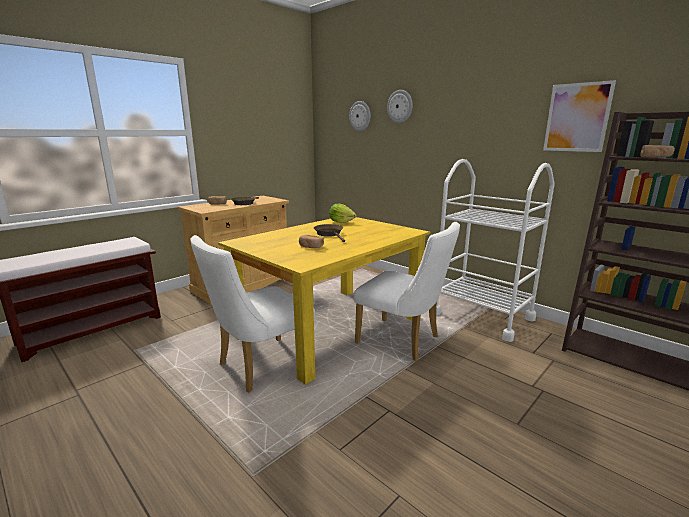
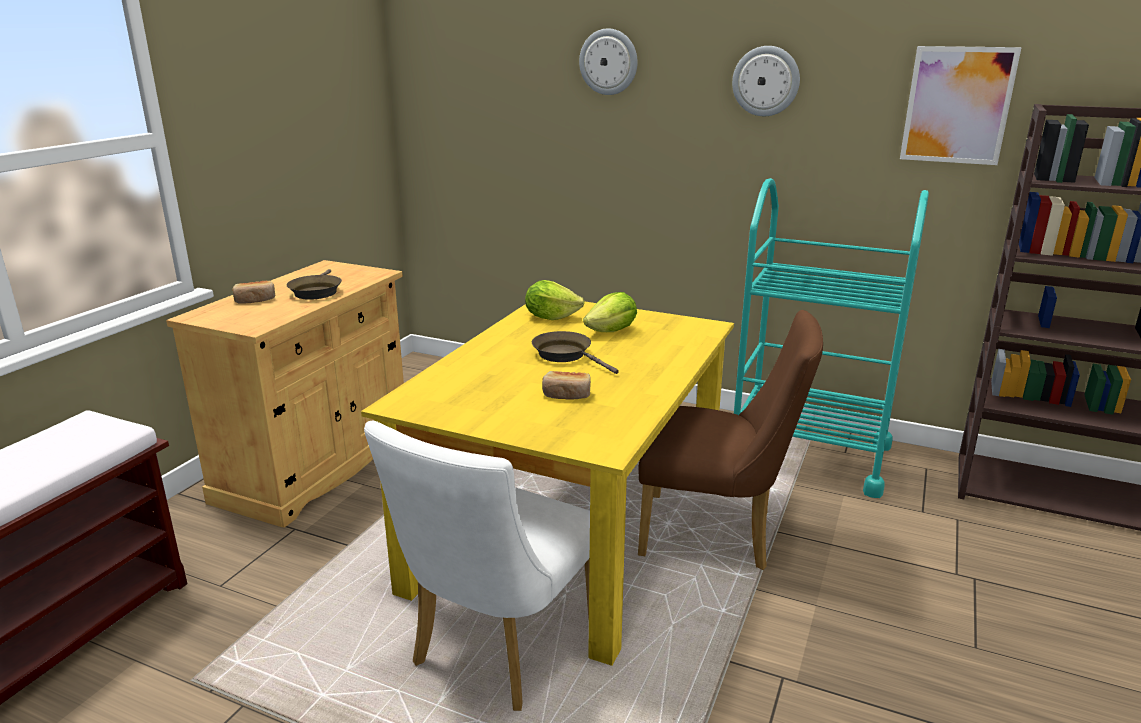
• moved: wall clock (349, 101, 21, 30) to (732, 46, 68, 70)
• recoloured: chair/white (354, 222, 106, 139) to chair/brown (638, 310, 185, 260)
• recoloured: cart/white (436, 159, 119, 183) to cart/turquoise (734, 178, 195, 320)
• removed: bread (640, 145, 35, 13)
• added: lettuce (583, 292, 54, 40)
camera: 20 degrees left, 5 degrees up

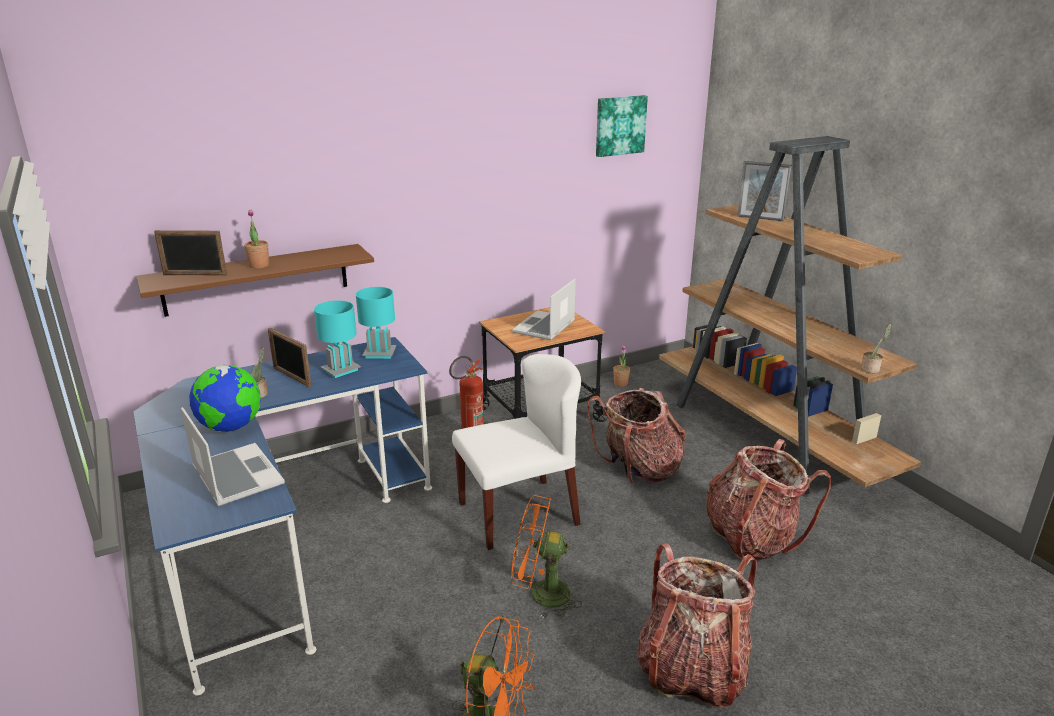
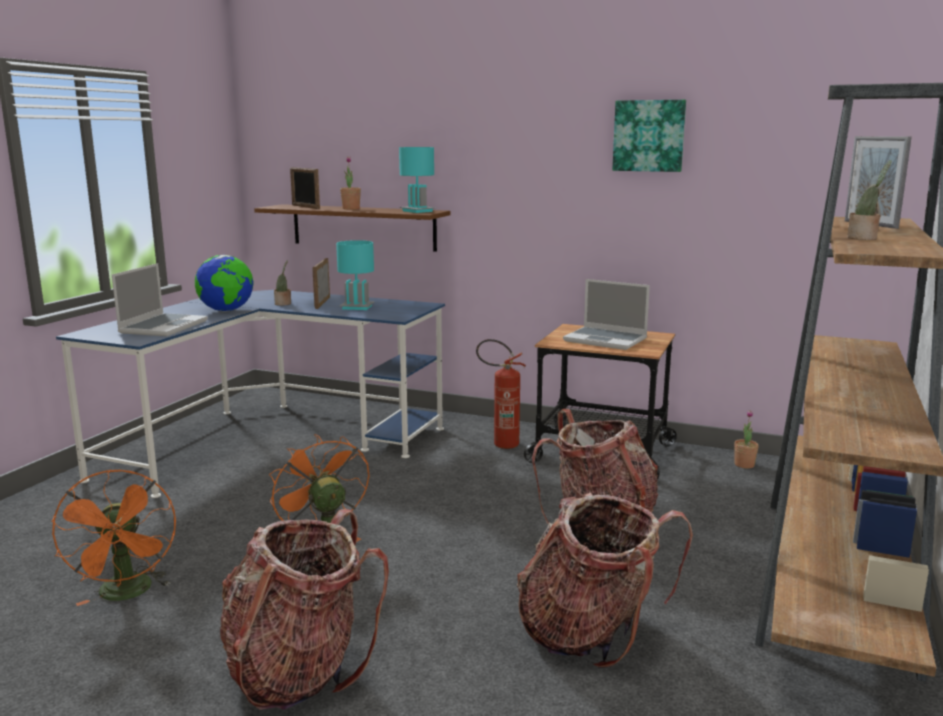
• moved: table lamp/turquoise (356, 287, 40, 72) to (399, 147, 36, 66)
• removed: chair/white (452, 354, 129, 196)
• turned: laptop (512, 279, 64, 61) = (563, 279, 87, 71) 135 degrees counterclockwise
• moved: picture (596, 95, 52, 62) to (612, 100, 74, 72)
• moved: potted plant (861, 323, 30, 50) to (847, 160, 45, 80)
camera: 50 degrees right, 10 degrees down

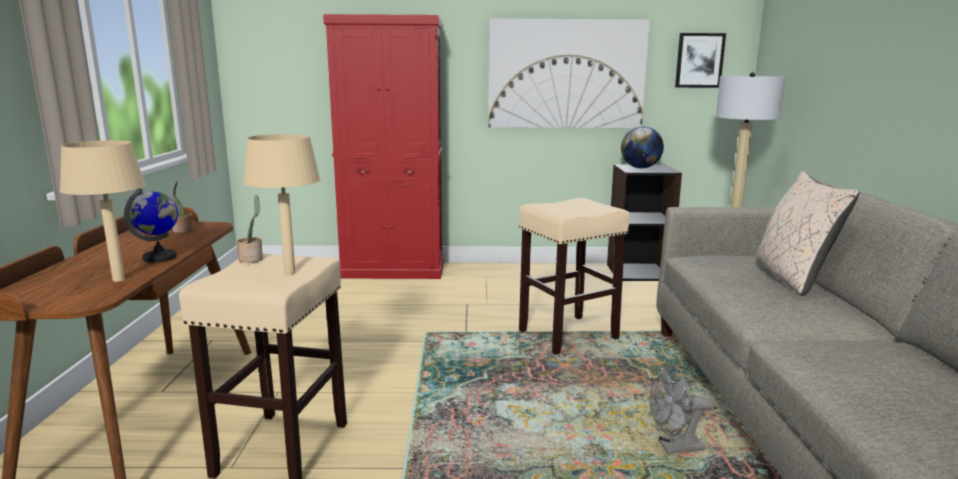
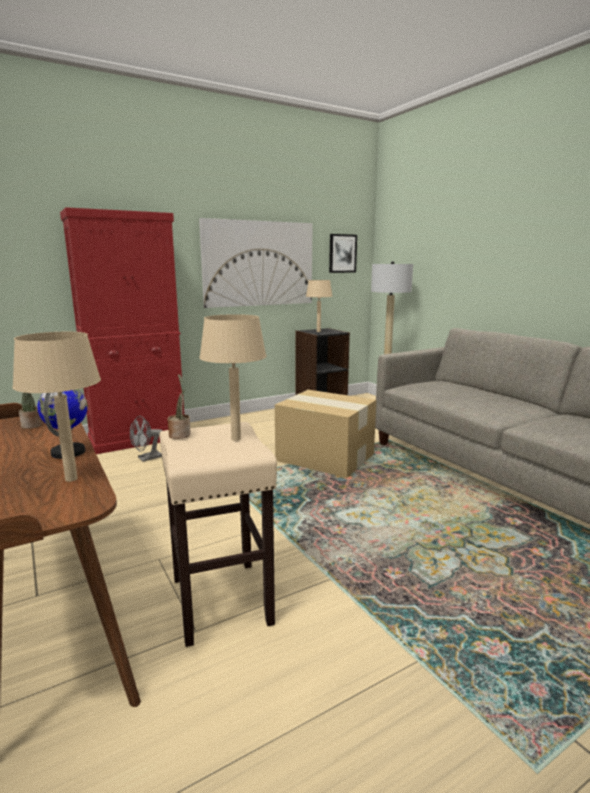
• replaced: stool/beige (519, 198, 111, 157) to cardboard box (275, 390, 101, 88)
• replaced: globe (621, 126, 43, 42) to table lamp/beige (306, 280, 27, 52)
• moved: fan/grey (650, 366, 63, 88) to (130, 416, 33, 46)
• removed: pillow/beige (756, 171, 104, 125)
camera: 30 degrees left, 0 degrees up

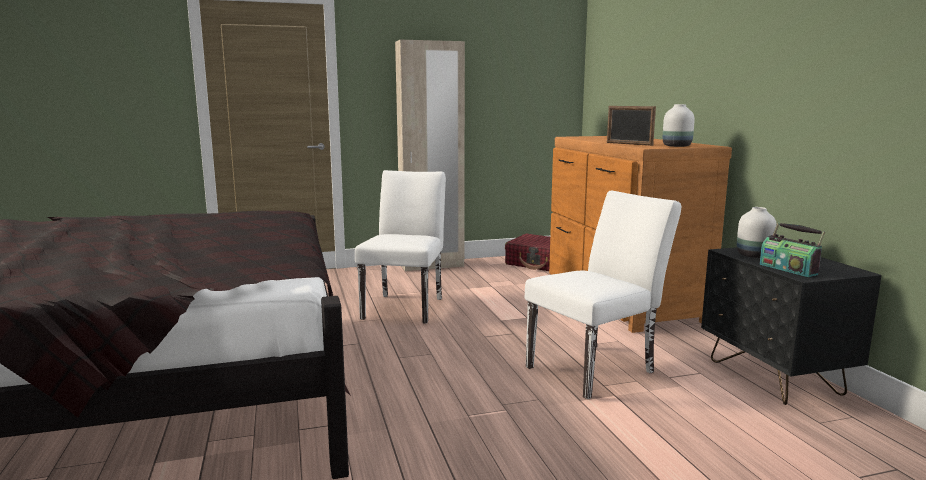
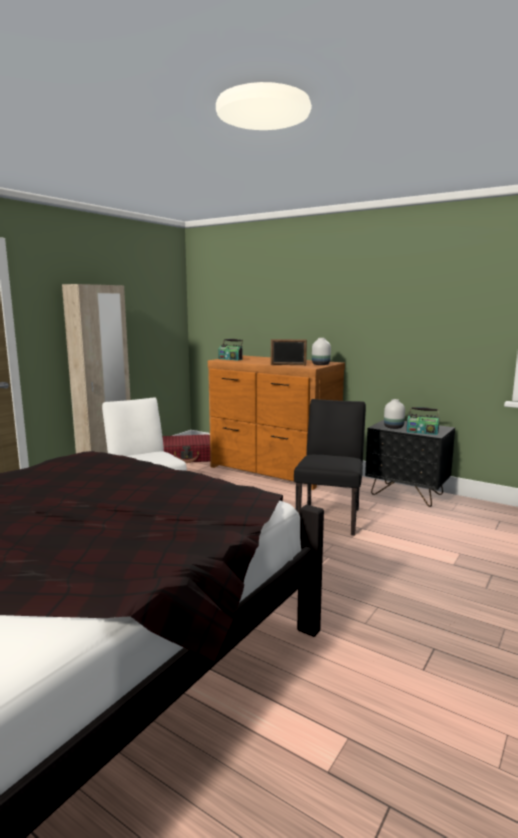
• recoloured: chair/white (525, 191, 156, 208) to chair/black (294, 399, 72, 137)
• added: radio (218, 339, 25, 22)
camera: 40 degrees left, 0 degrees up

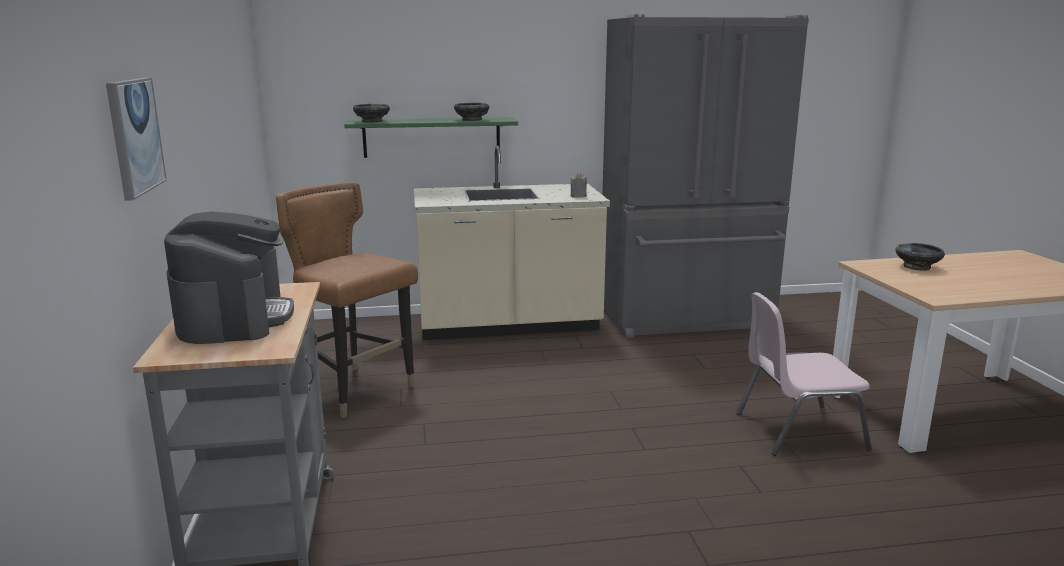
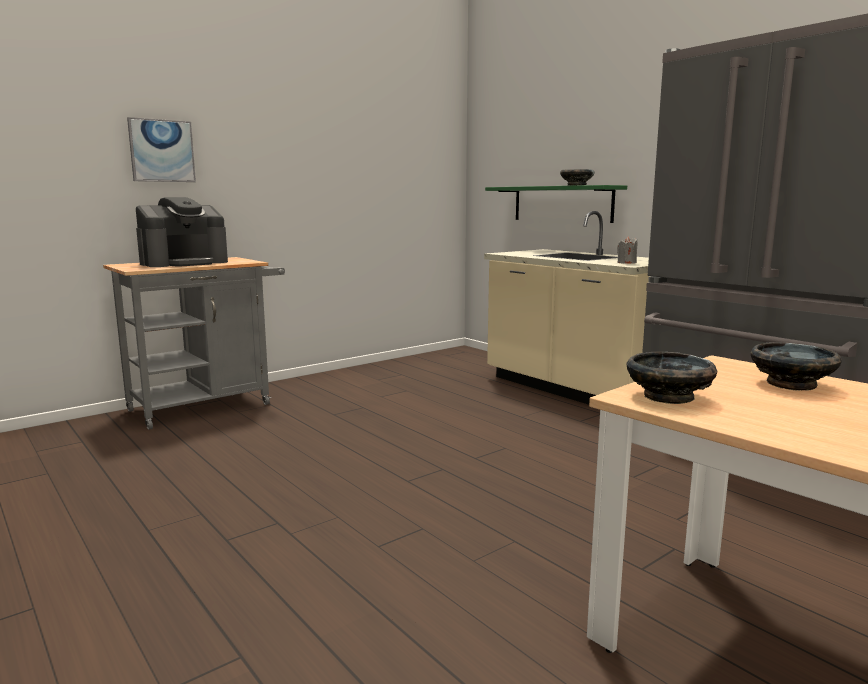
• removed: chair/brown (276, 182, 142, 236)
• moved: bowl/black (353, 104, 37, 19) to (627, 352, 90, 52)
• removed: chair/pink (737, 292, 135, 164)
camera: 60 degrees right, 5 degrees down

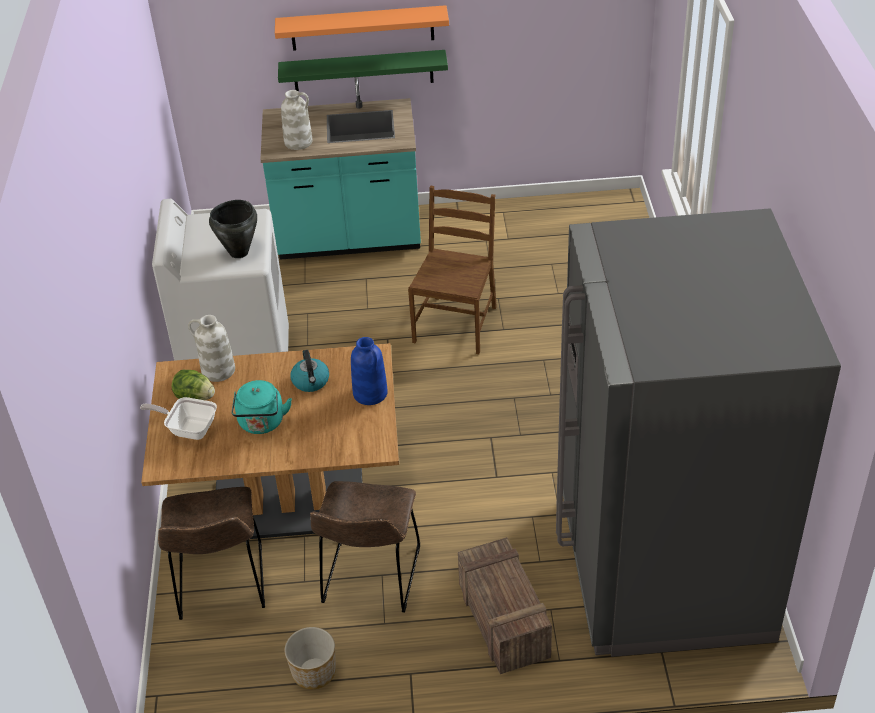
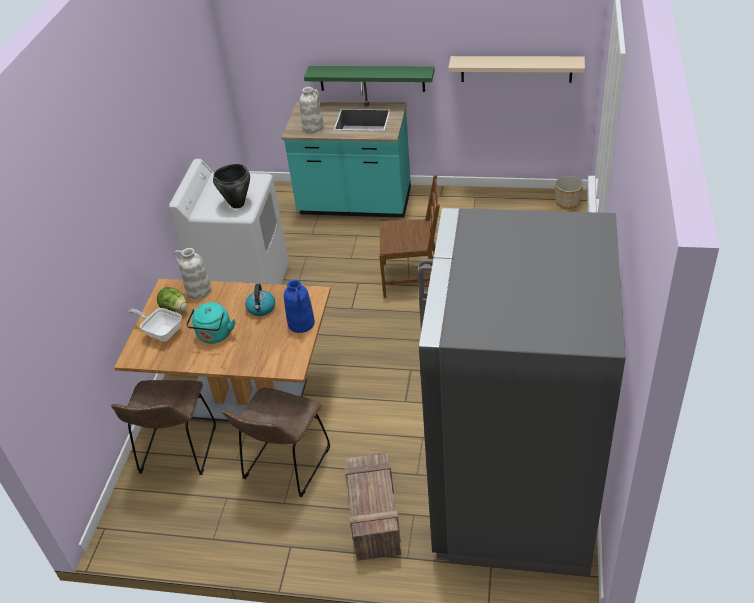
• removed: shelf/orange (275, 5, 174, 46)
• moved: planter (285, 627, 51, 62) to (555, 176, 29, 33)
• turned: chair/brown (408, 186, 89, 168) = (379, 175, 61, 123) 60 degrees clockwise
• added: shelf/beige (448, 56, 137, 27)
camera: 15 degrees right, 0 degrees up

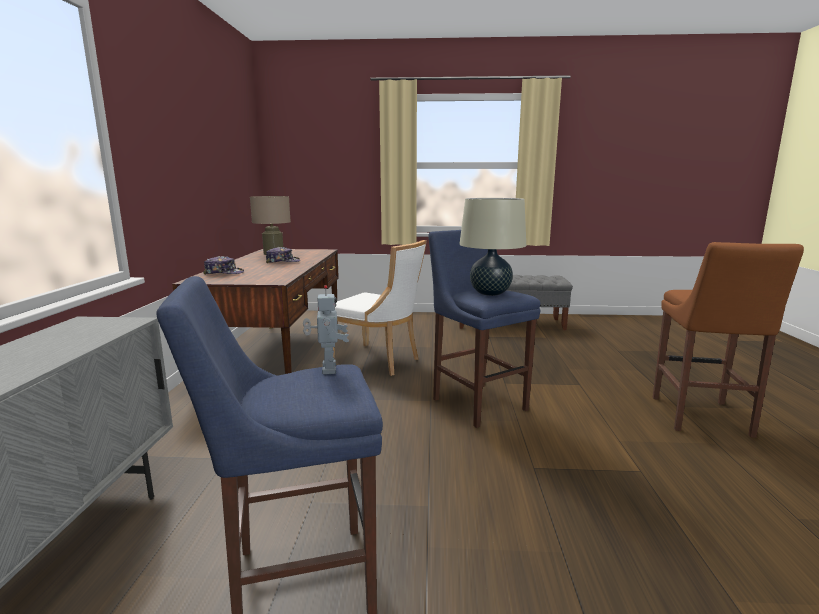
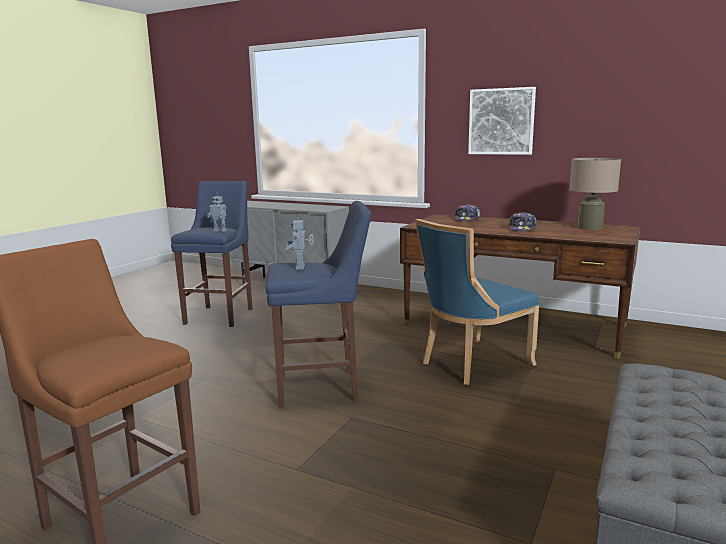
• recoloured: chair/white (333, 240, 94, 136) to chair/blue (415, 219, 124, 166)
• replaced: table lamp/beige (459, 198, 67, 98) to toy robot (285, 214, 29, 56)
• added: picture (468, 87, 68, 68)
camera: 115 degrees right, 0 degrees up

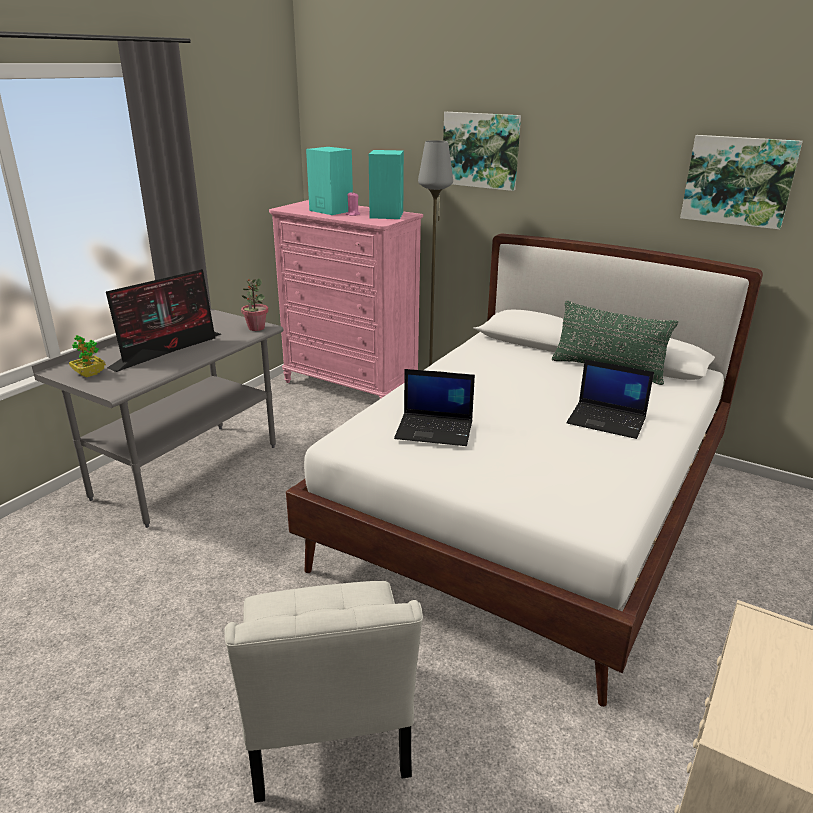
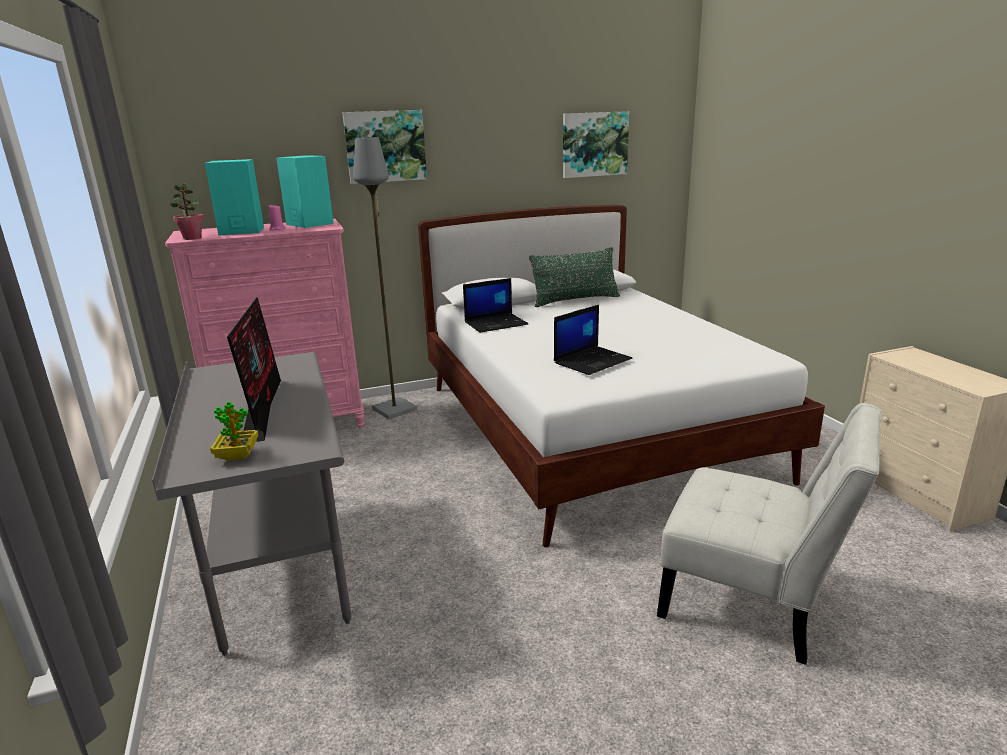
• moved: potted plant (241, 278, 28, 53) to (170, 183, 34, 57)
• moved: laptop (566, 359, 88, 80) to (463, 278, 65, 55)
camera: 50 degrees left, 5 degrees down

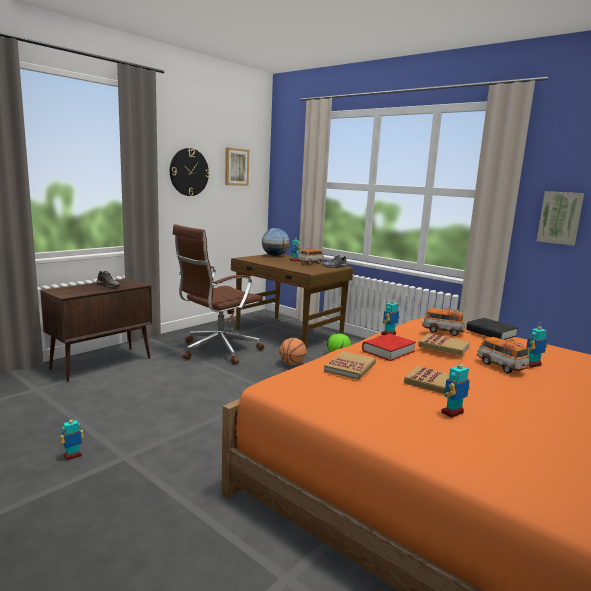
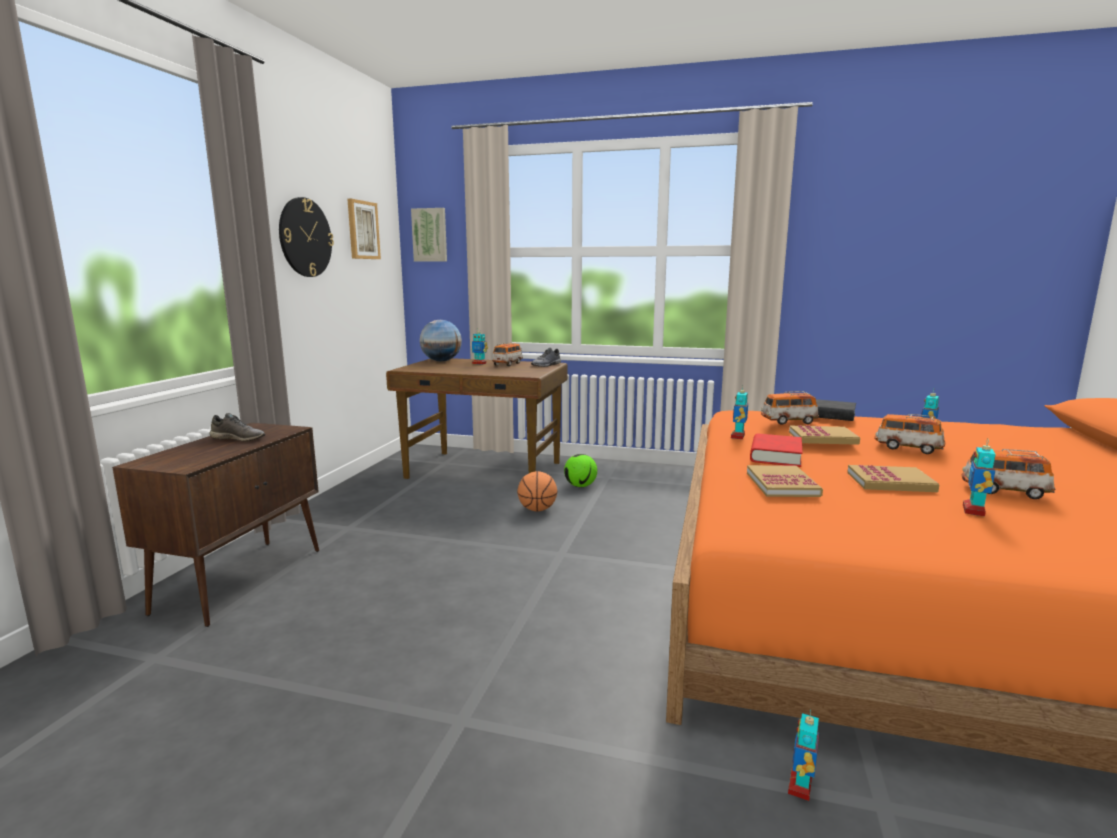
• moved: toy robot (60, 417, 24, 44) to (788, 711, 31, 90)
• removed: office chair/brown (173, 224, 91, 141)
• moved: picture (537, 191, 47, 55) to (411, 208, 36, 54)
• added: toy car (961, 449, 94, 50)
camera: 25 degrees left, 0 degrees up

